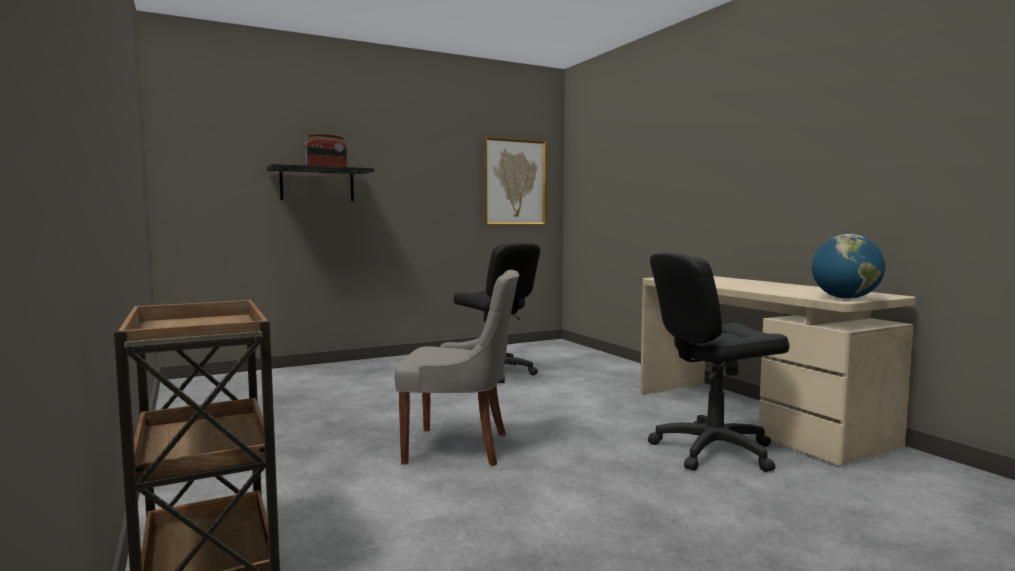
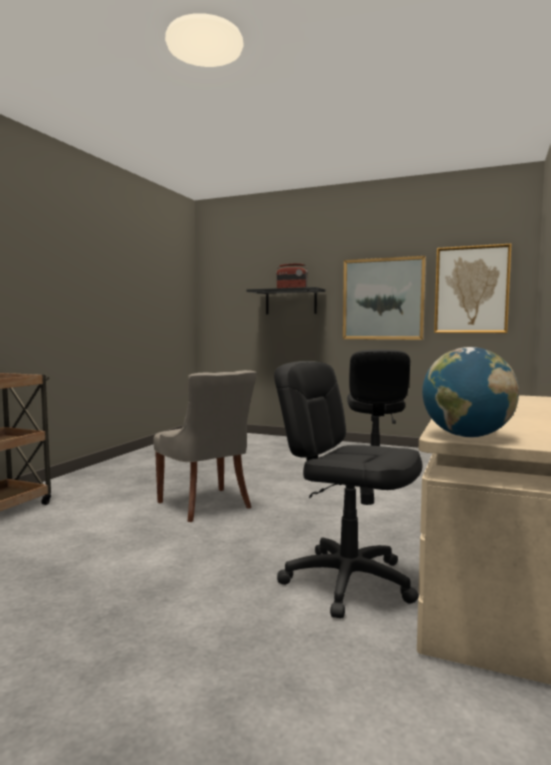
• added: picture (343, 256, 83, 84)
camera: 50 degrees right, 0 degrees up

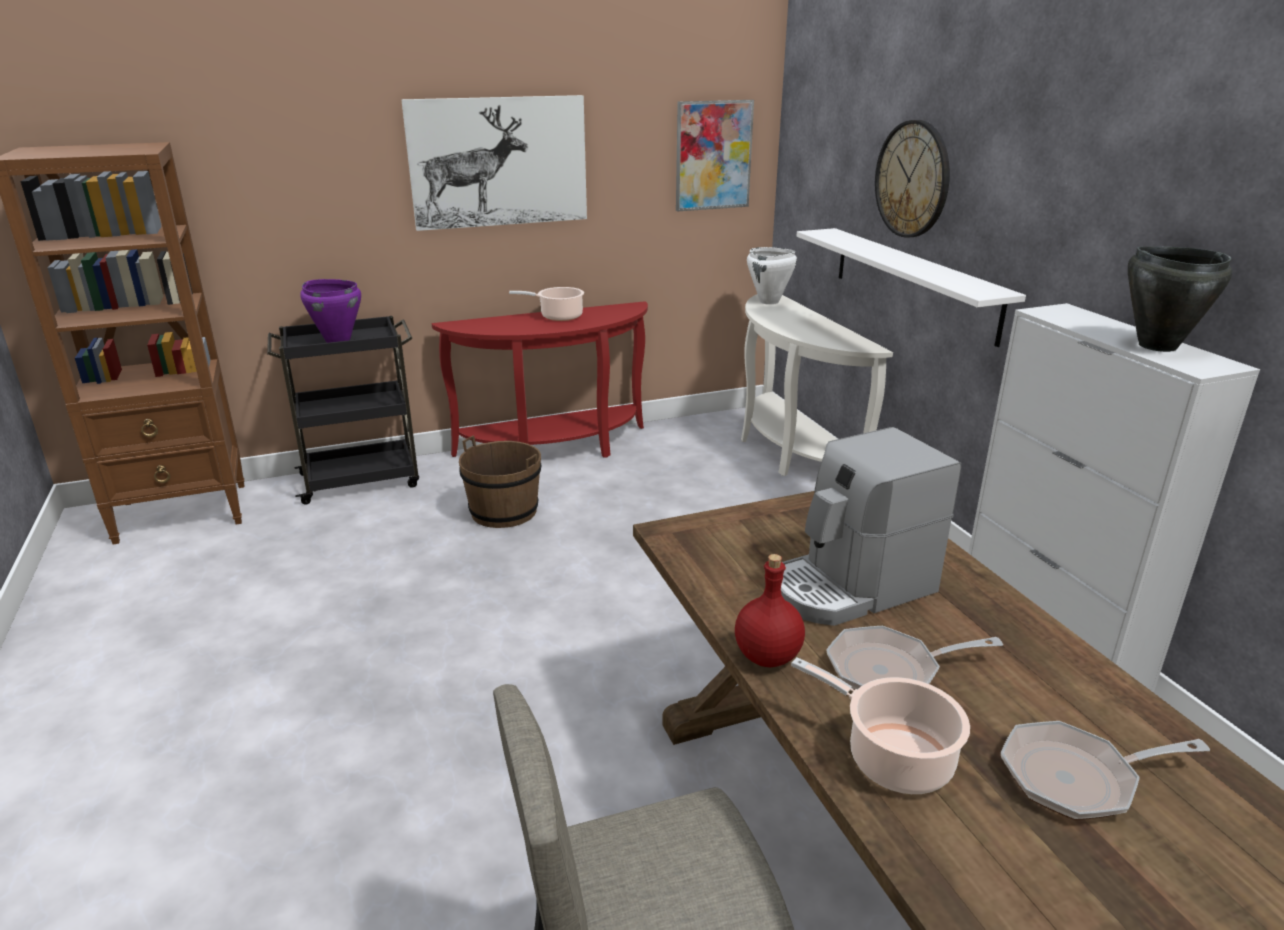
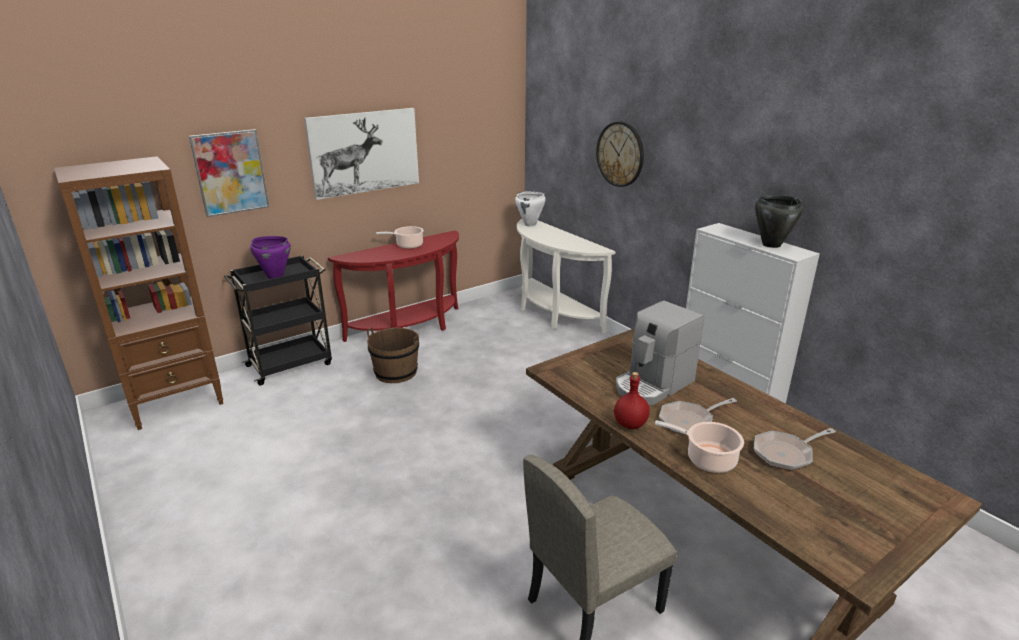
• moved: picture (676, 100, 78, 112) to (189, 129, 80, 88)
• removed: shelf/white (797, 228, 229, 119)
camera: 15 degrees left, 0 degrees up

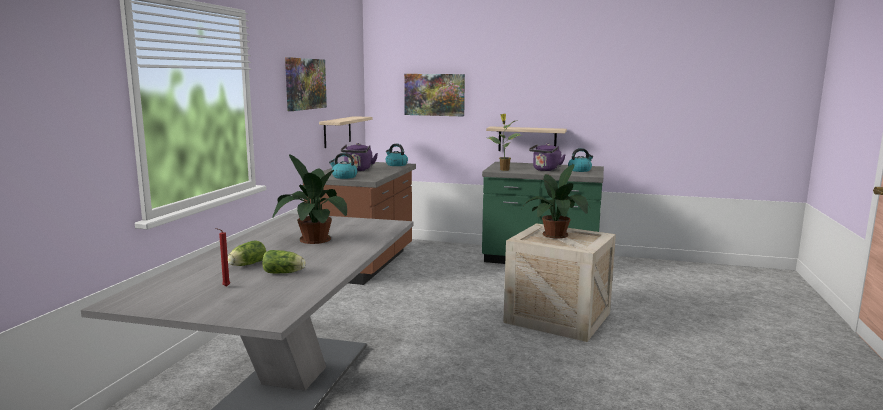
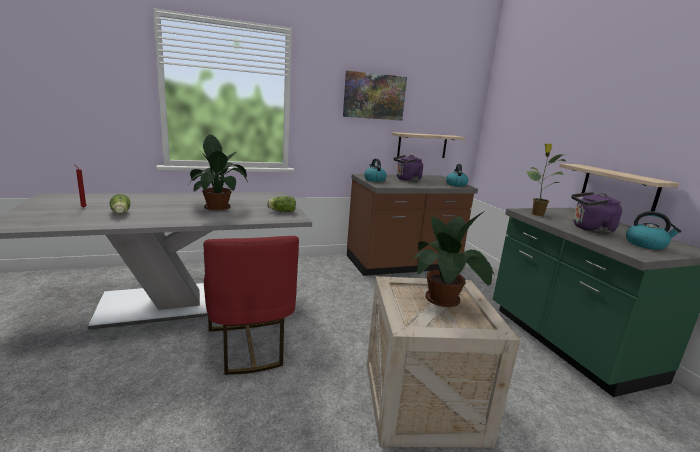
• moved: lettuce (228, 240, 38, 26) to (267, 196, 29, 16)
• removed: picture (404, 74, 61, 42)
• added: chair/red (203, 236, 96, 139)
camera: 55 degrees right, 5 degrees up

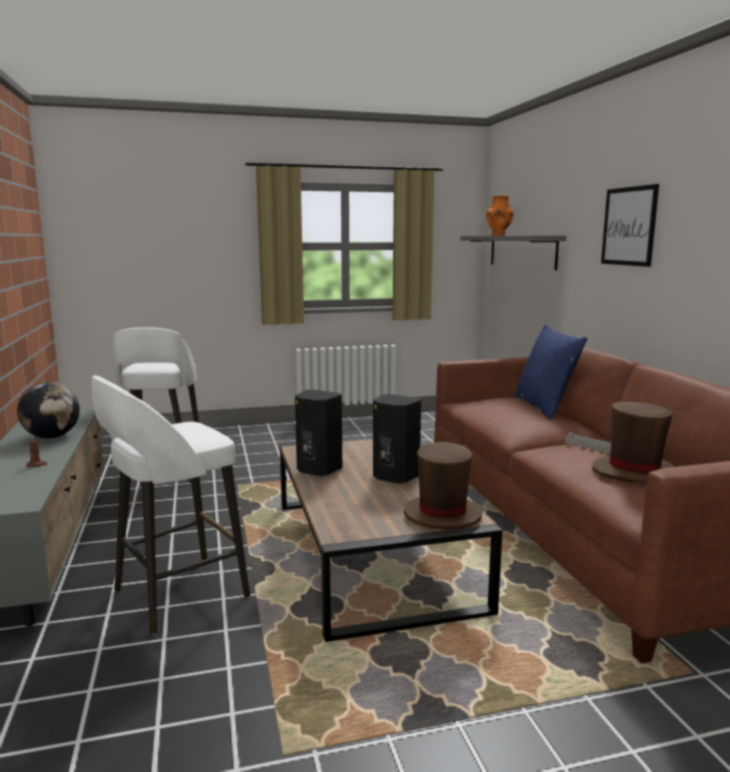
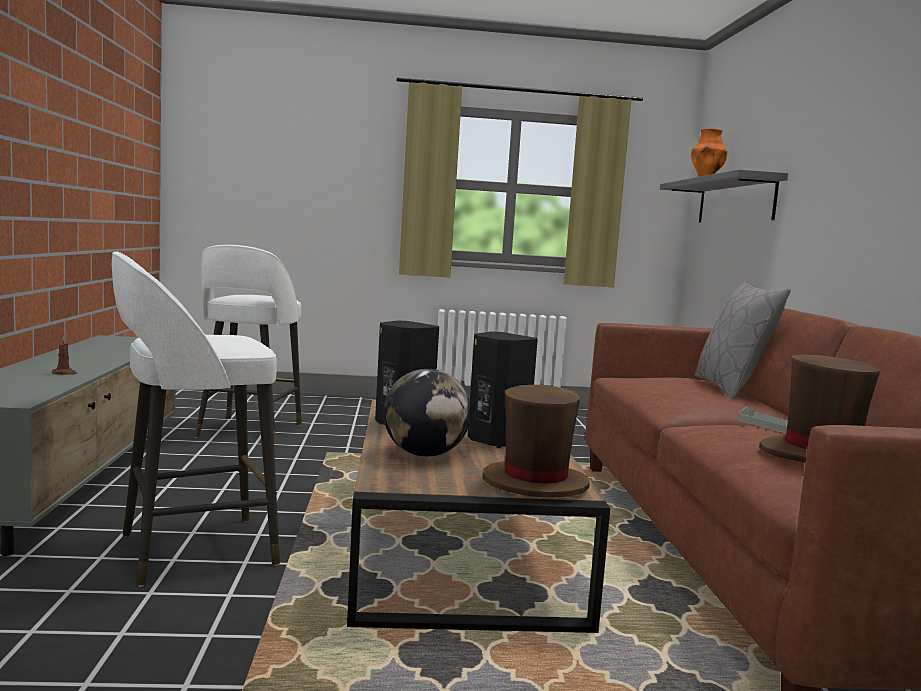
• moved: globe (17, 382, 63, 56) to (383, 369, 88, 88)
• recoloured: pillow/blue (514, 325, 74, 95) to pillow/grey (695, 281, 96, 118)
• removed: picture (601, 184, 58, 83)
camera: 10 degrees right, 5 degrees down

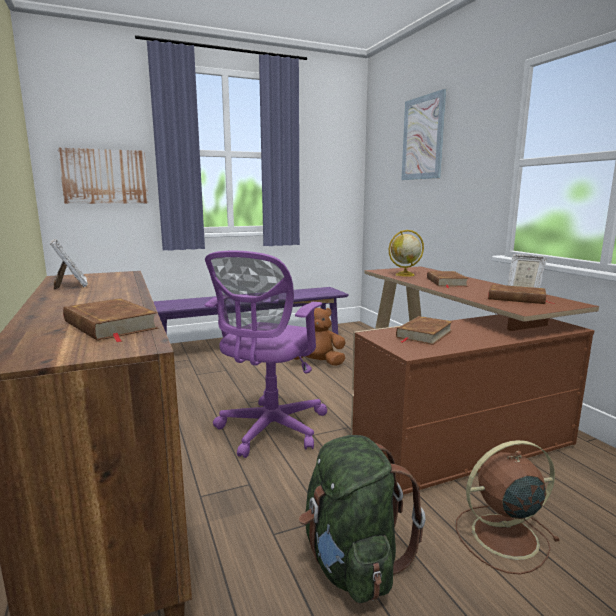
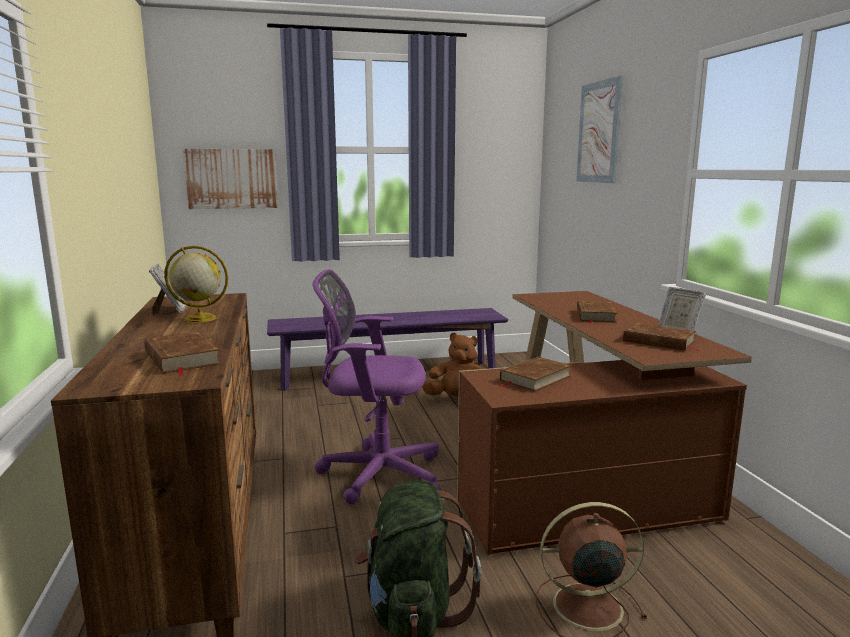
• turned: office chair/purple (205, 251, 123, 207) = (312, 269, 129, 235) 60 degrees clockwise
• moved: globe (389, 230, 35, 47) to (164, 246, 64, 77)
camera: 10 degrees right, 0 degrees up

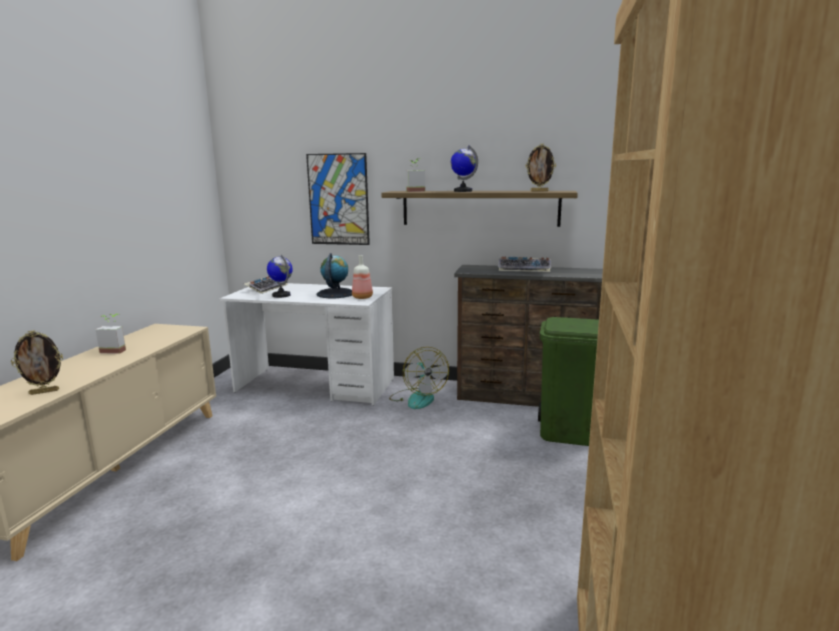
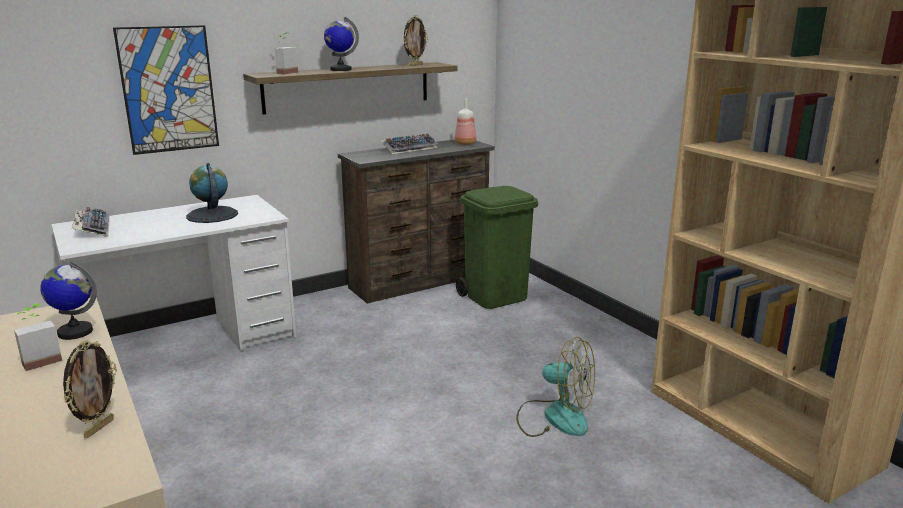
• moved: globe (267, 254, 26, 44) to (40, 261, 57, 79)
• moved: bottle (352, 255, 21, 44) to (455, 99, 21, 46)
• moved: fan (389, 347, 60, 62) to (516, 337, 79, 100)
camera: 45 degrees left, 5 degrees up

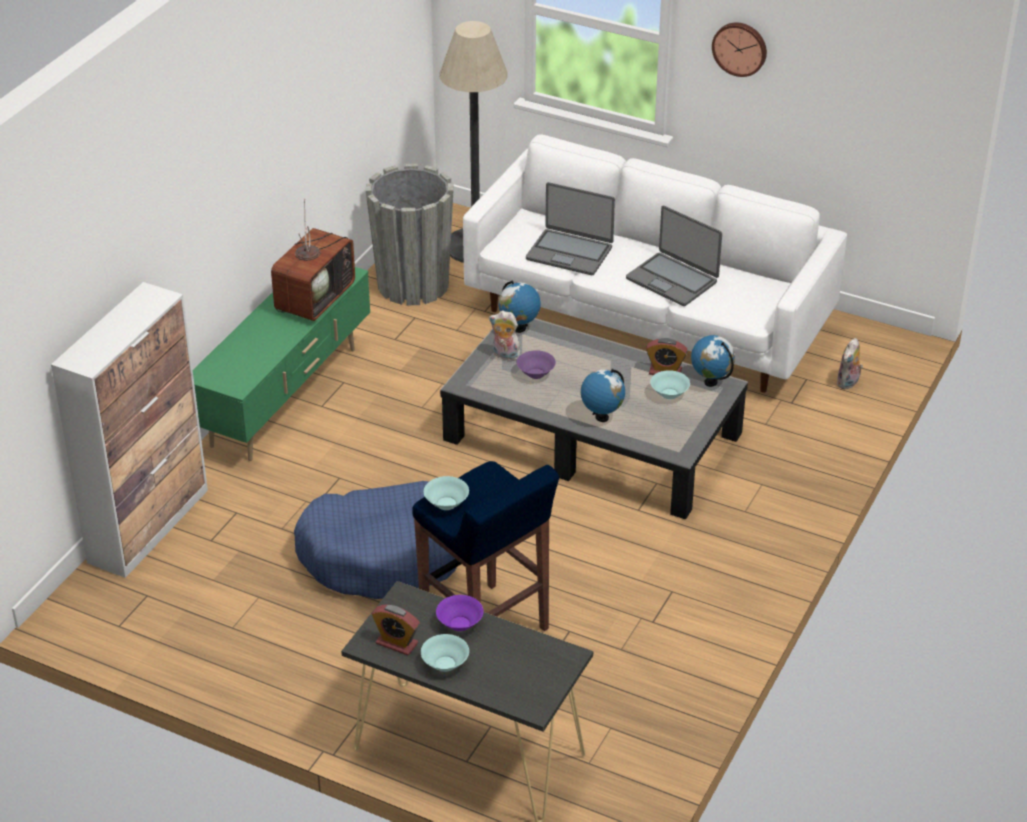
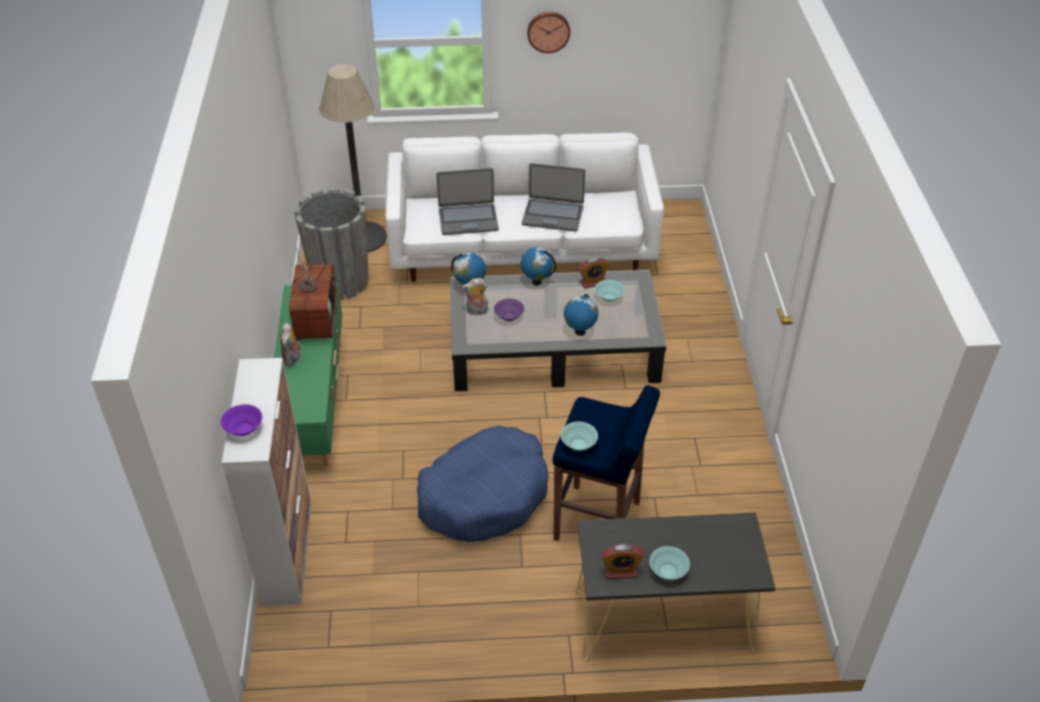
• moved: bowl/purple (436, 595, 47, 36) to (221, 404, 41, 32)
• moved: globe (691, 335, 44, 52) to (521, 247, 35, 39)
• moved: plush toy (836, 338, 27, 52) to (280, 322, 21, 45)
camera: 30 degrees left, 5 degrees up

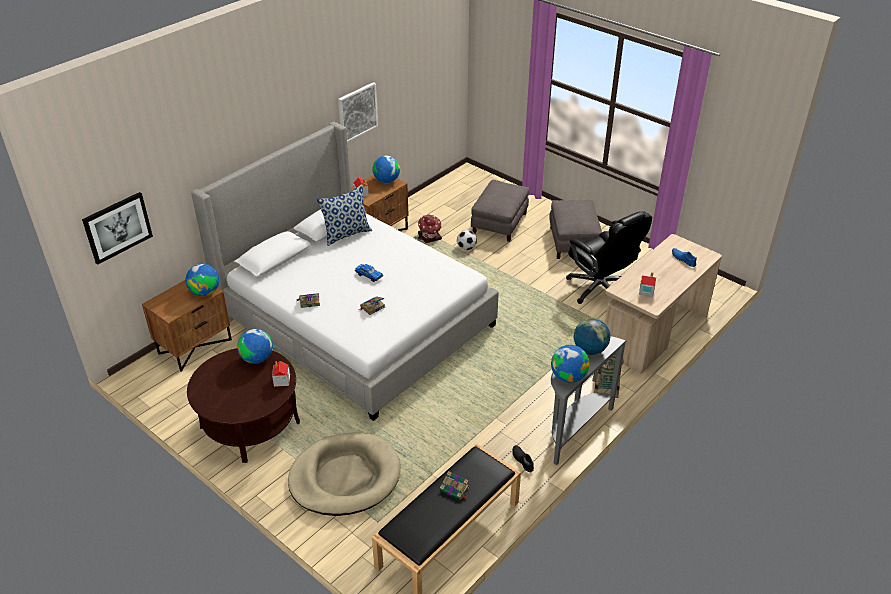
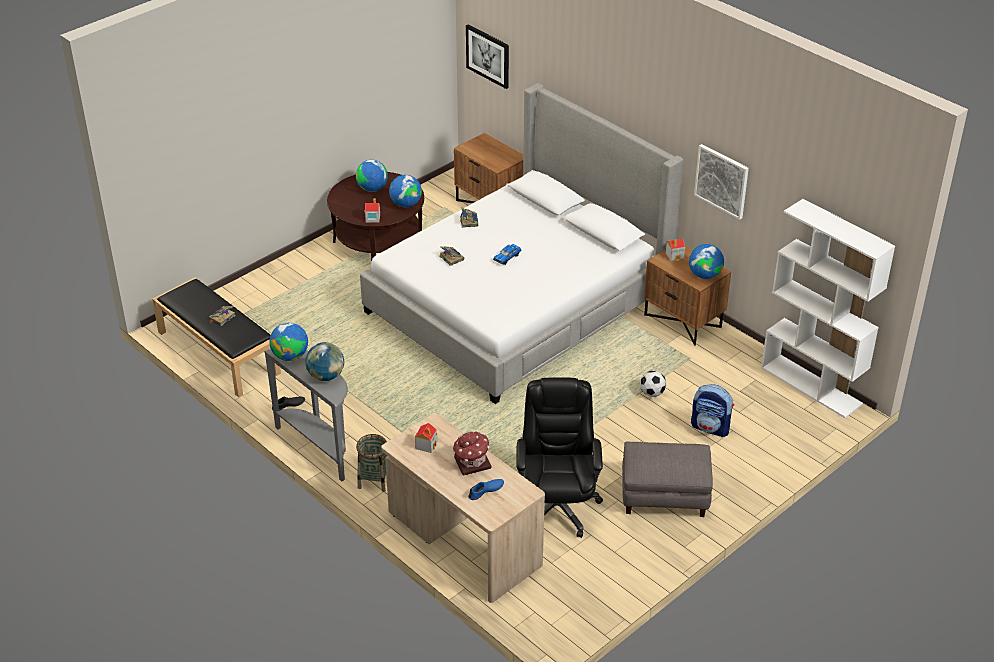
• moved: globe (186, 264, 33, 32) to (356, 160, 32, 32)
• removed: dog bed/beige (288, 432, 112, 84)
• removed: pillow (316, 184, 56, 62)
• moved: toy house (418, 214, 24, 29) to (453, 431, 38, 45)
• replaced: ottoman/grey (471, 180, 58, 62) to backpack (691, 384, 43, 53)
• turned: office chair/black (566, 211, 86, 93) = (516, 377, 87, 161) 120 degrees clockwise
• added: bookcase/white (761, 199, 134, 219)
camera: 95 degrees right, 0 degrees up

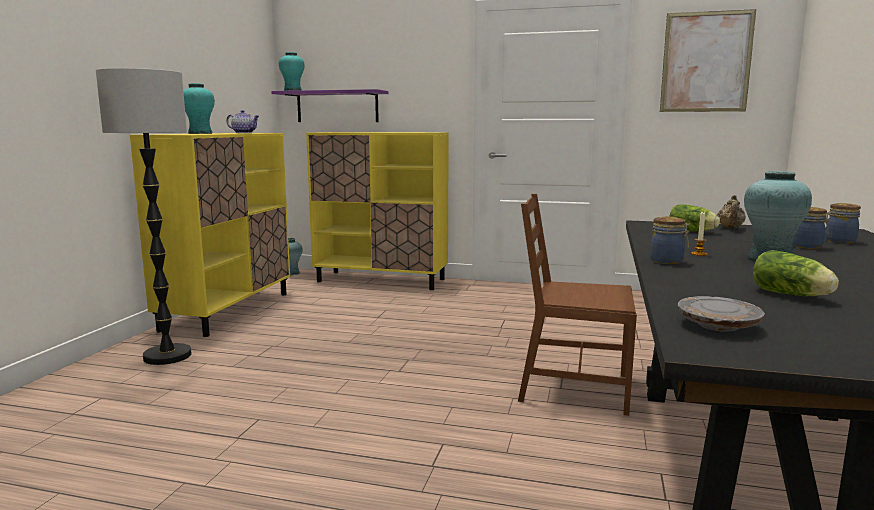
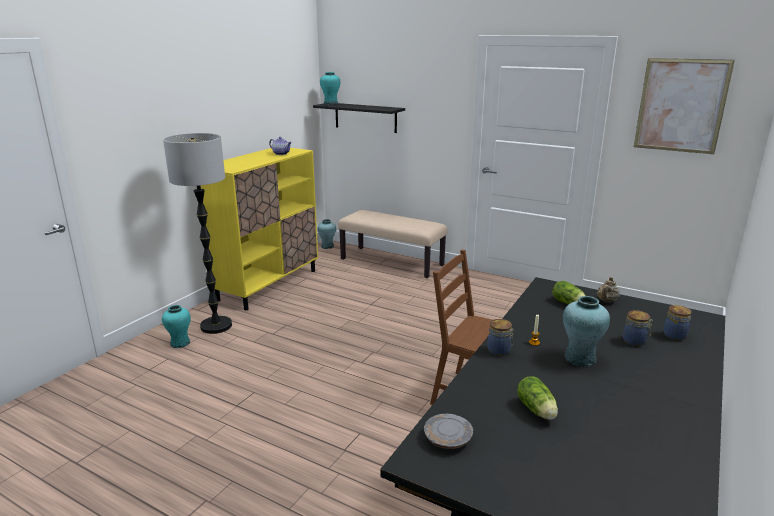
• moved: vase/turquoise (183, 83, 32, 51) to (162, 305, 29, 43)
• recoloured: shelf/purple (271, 89, 118, 33) to shelf/black (313, 103, 92, 30)
• replaced: cabinet/yellow (306, 132, 143, 158) to bench/beige (338, 210, 109, 68)
camera: 15 degrees right, 10 degrees up

